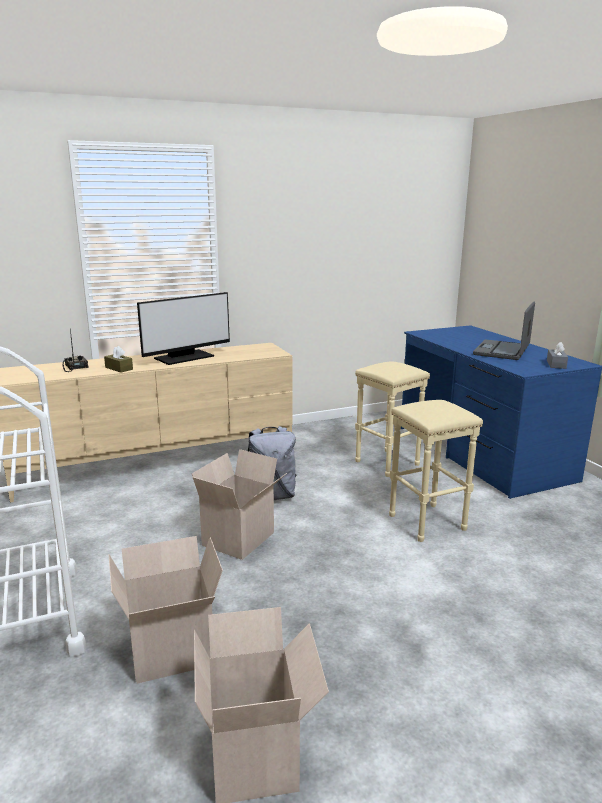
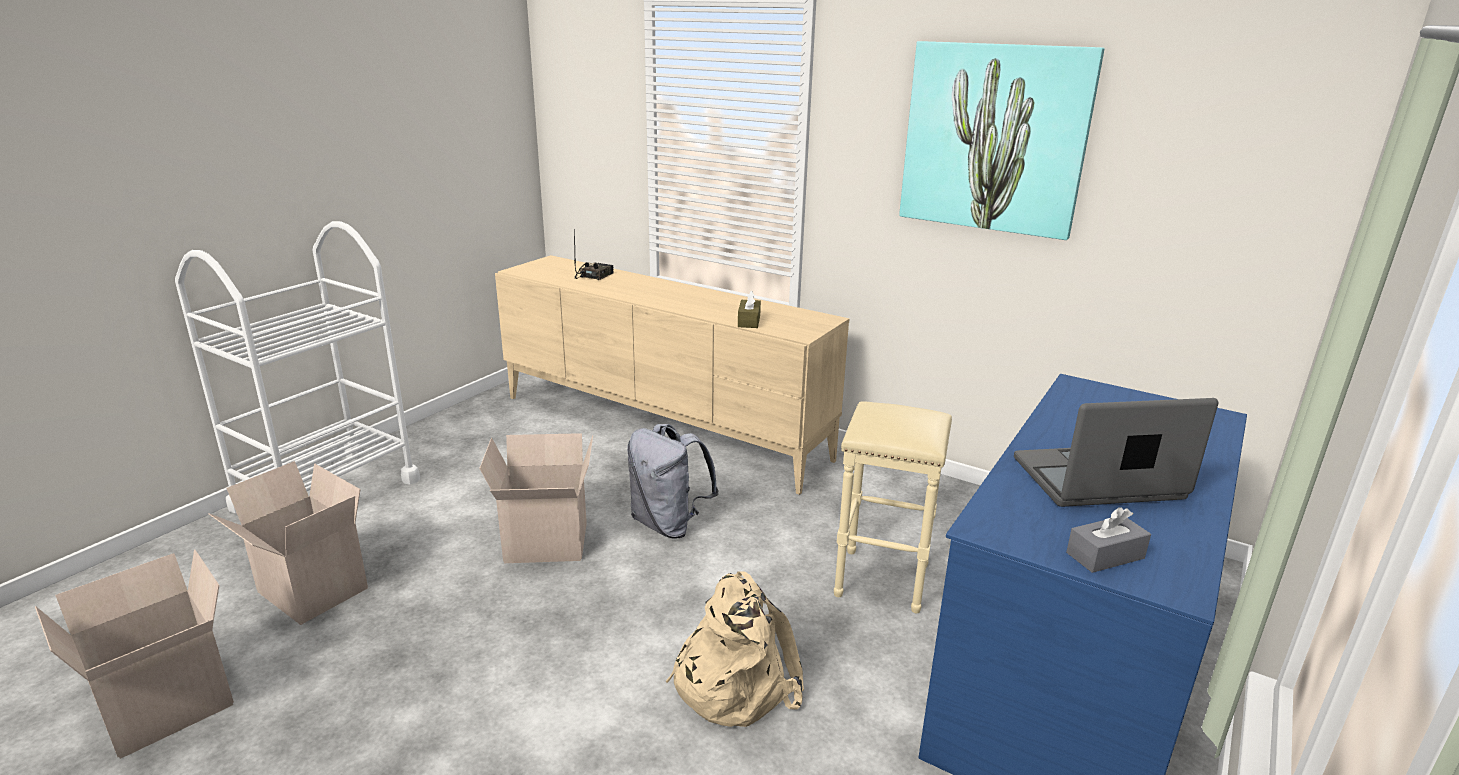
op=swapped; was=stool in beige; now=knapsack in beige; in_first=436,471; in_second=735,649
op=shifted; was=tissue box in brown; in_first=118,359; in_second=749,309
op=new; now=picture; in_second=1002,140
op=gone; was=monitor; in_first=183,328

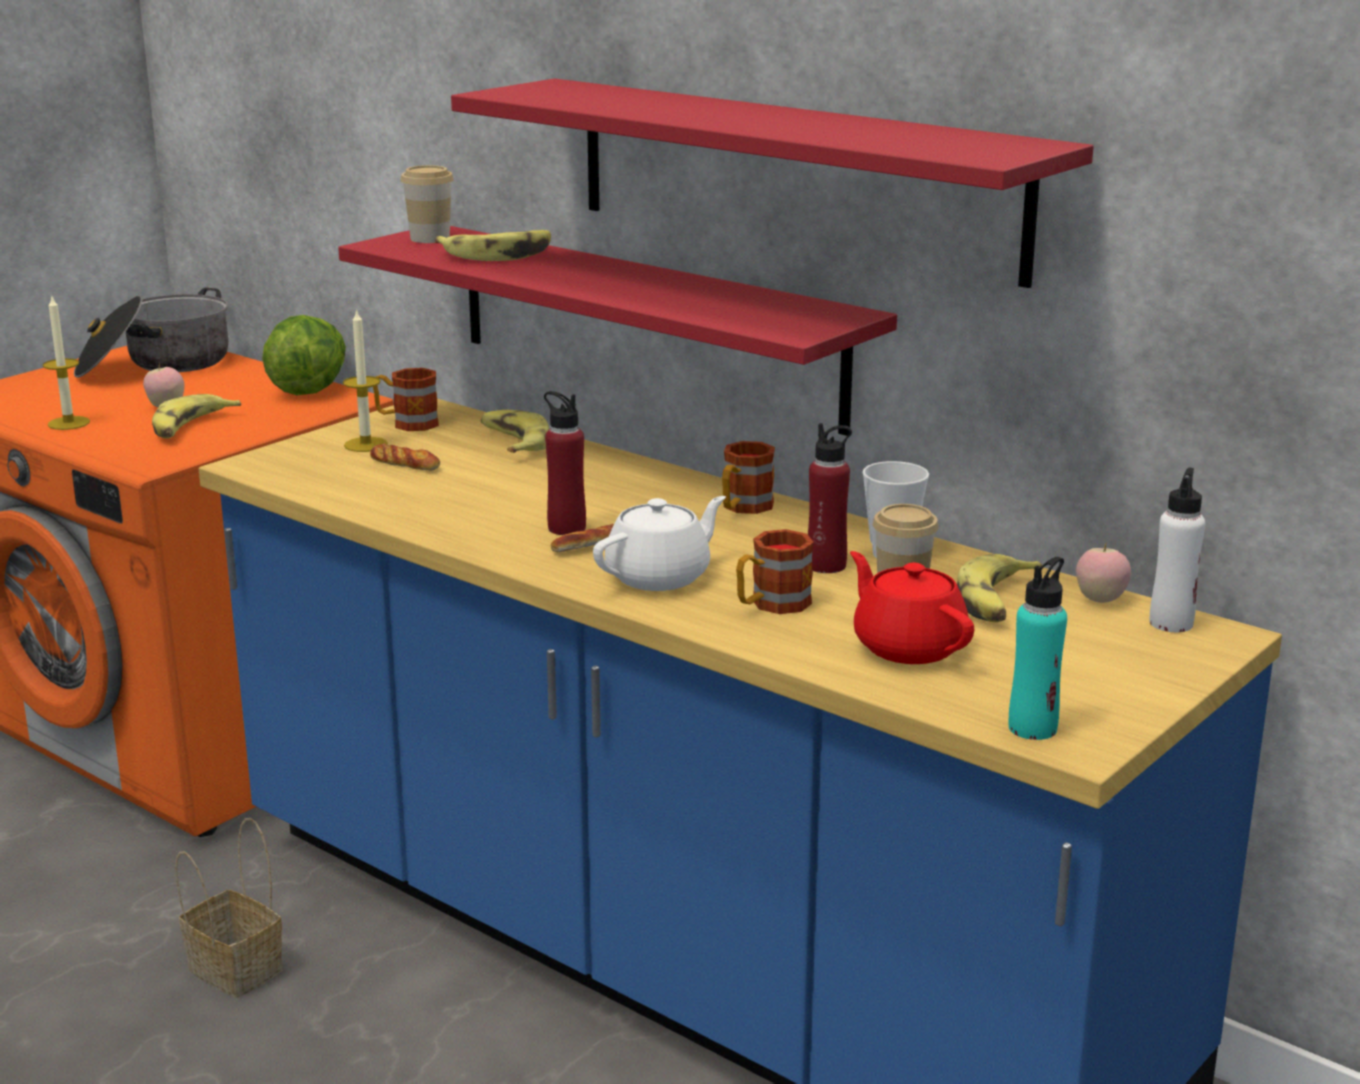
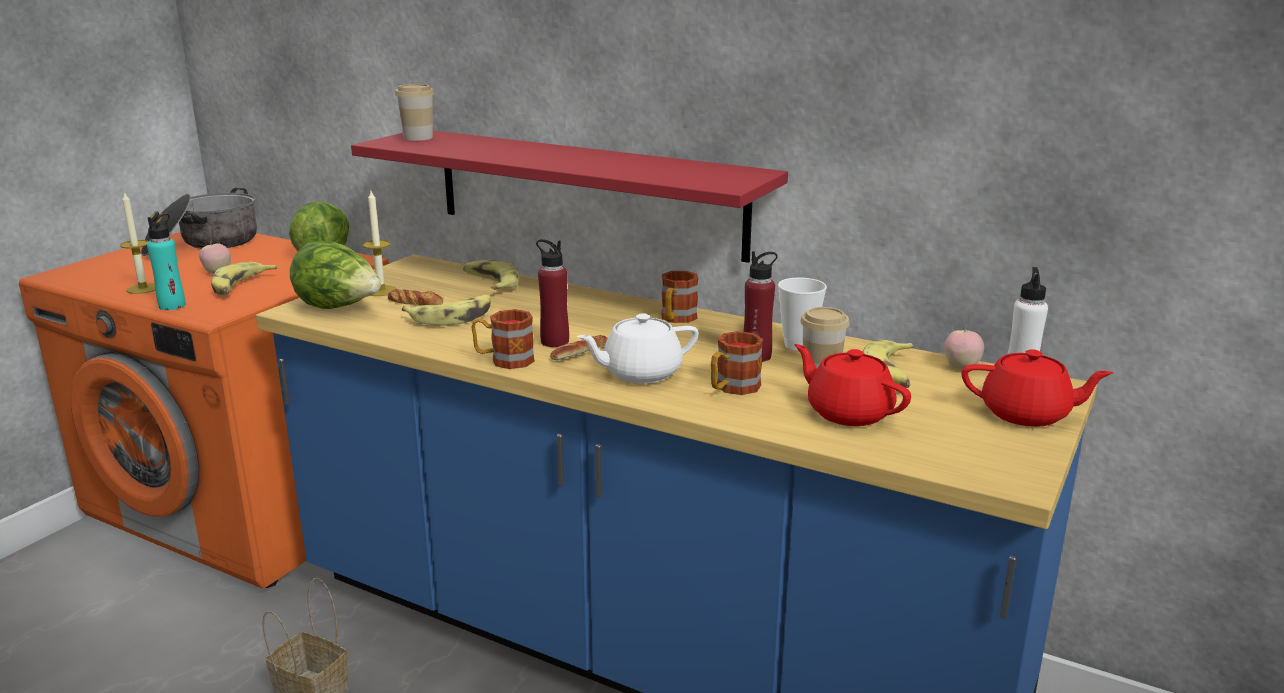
op=shifted; was=beverage bottle in turquoise-coloured; in_first=1038,648; in_second=166,261
op=new; now=lettuce; in_second=335,275
op=shifted; was=whole banana; in_first=493,245; in_second=446,310
op=shifted; was=mug; in_first=406,399; in_second=503,339
op=rotated; was=teapot in whitish; in_first=659,543; in_second=638,348; clockwise=-150
op=new; now=teapot in red-coloured; in_second=1037,388
op=gone; was=bracket shelf in red-coloured; in_first=772,183

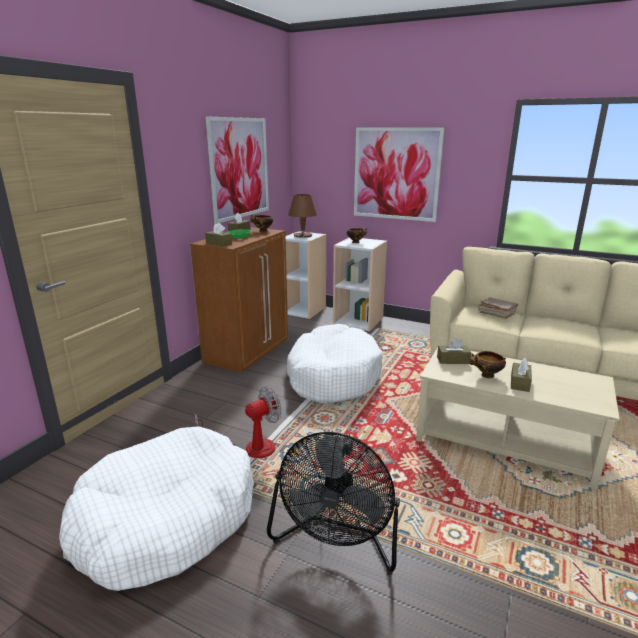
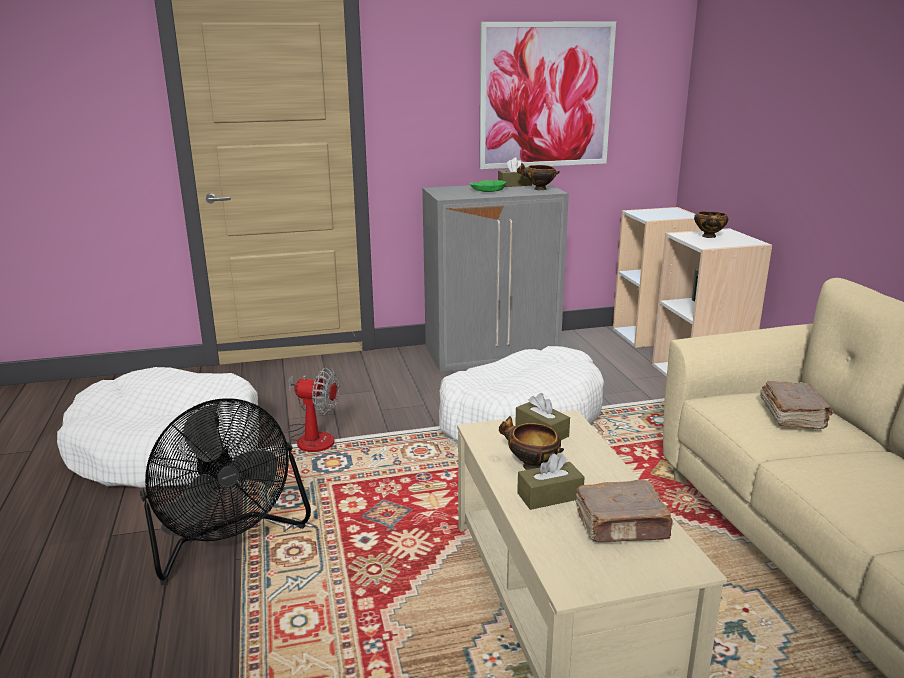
op=rotated; was=electric fan in black; in_first=333,503; in_second=225,491; clockwise=-105
op=repainted; was=cabinet in brown; now=cabinet in greyish; in_first=239,300; in_second=495,278
op=new; now=volume in brown; in_second=624,510
op=gone; was=tissue box in brown; in_first=218,235
op=gone; was=table lamp in brown; in_first=302,216
op=gone; was=picture; in_first=399,174

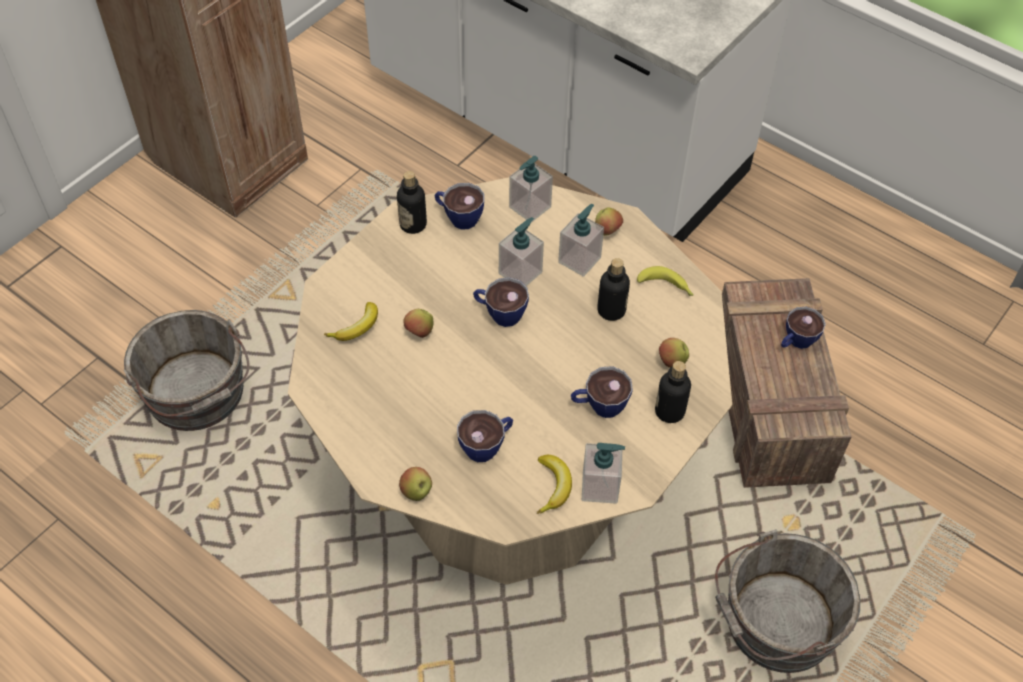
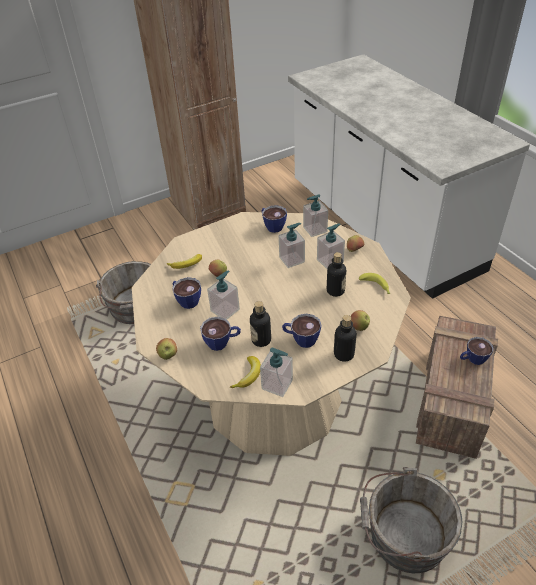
op=shifted; was=small cup; in_first=501,302; in_second=186,293
op=new; now=soap dispenser; in_second=223,295
op=shifted; was=beverage bottle; in_first=412,202; in_second=260,324

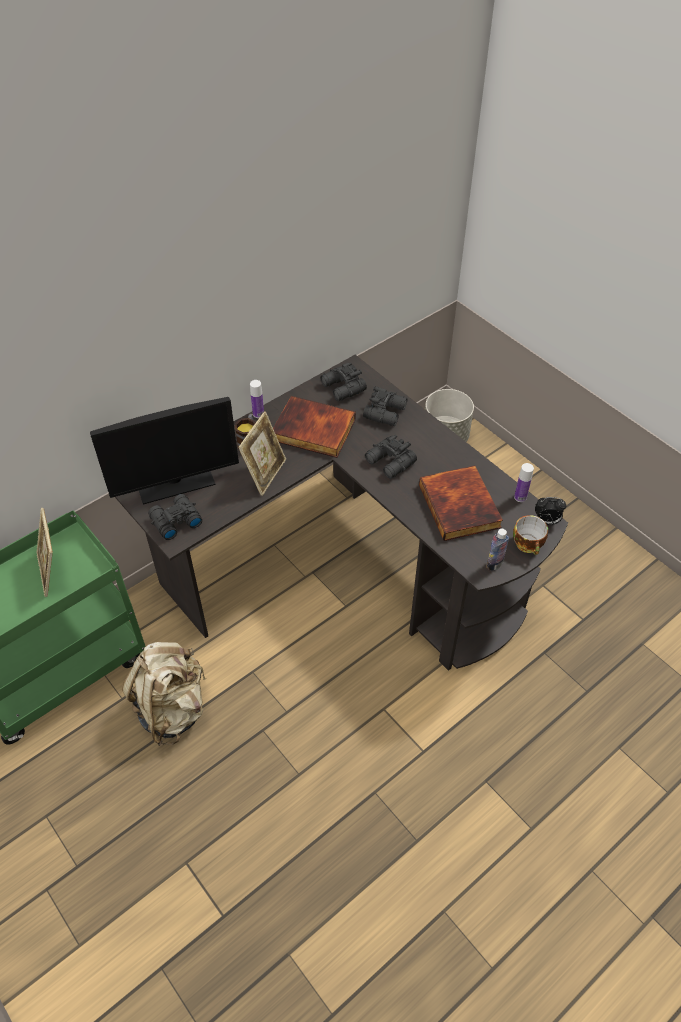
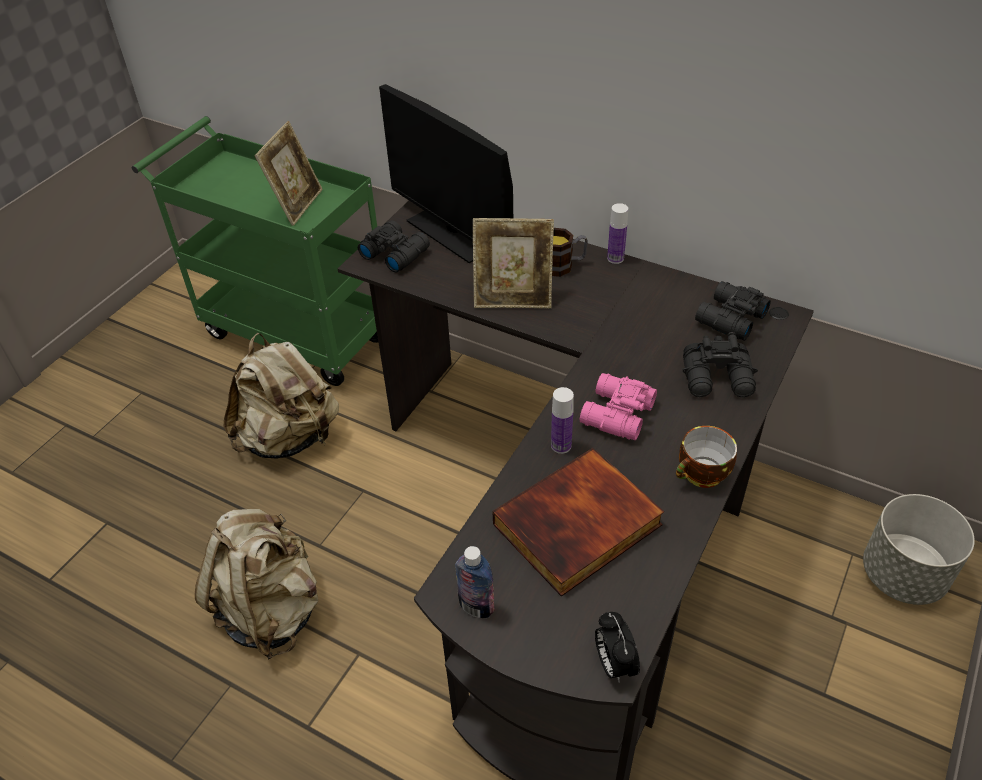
op=new; now=knapsack in beige; in_second=256,584
op=rotated; was=standing frame; in_first=44,552; in_second=289,173; clockwise=150
op=shifted; was=beverage bottle; in_first=524,482; in_second=562,420
op=repainted; was=field glasses in black; now=field glasses in pink; in_first=391,457; in_second=618,406
op=shifted; was=small cup; in_first=530,535; in_second=706,457
op=gone; was=volume; in_first=314,427

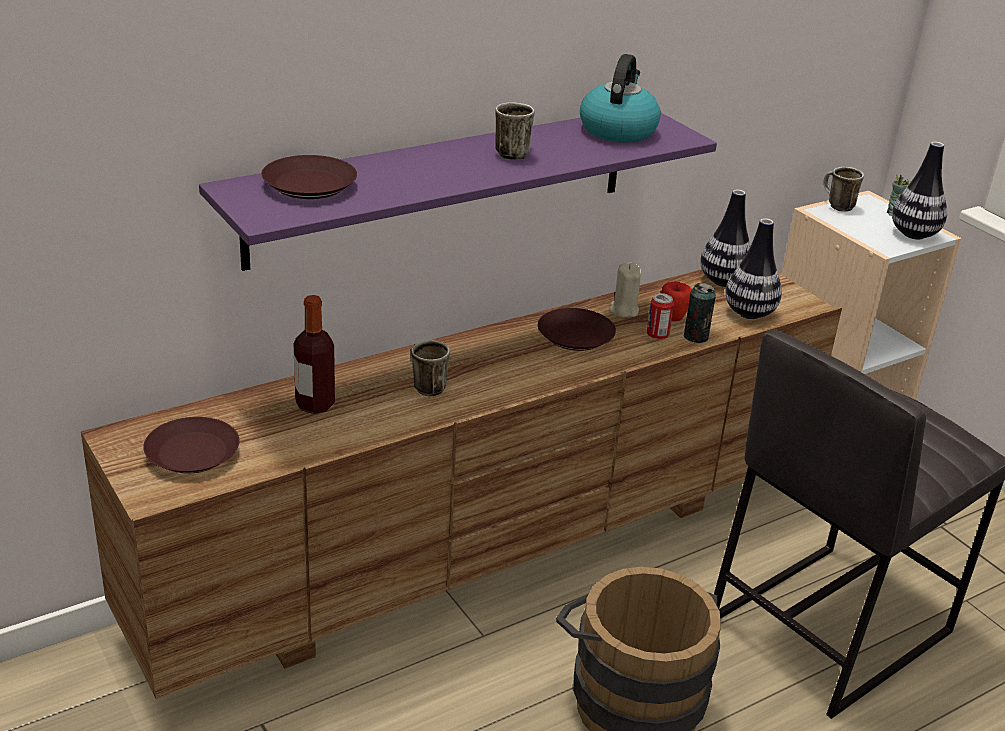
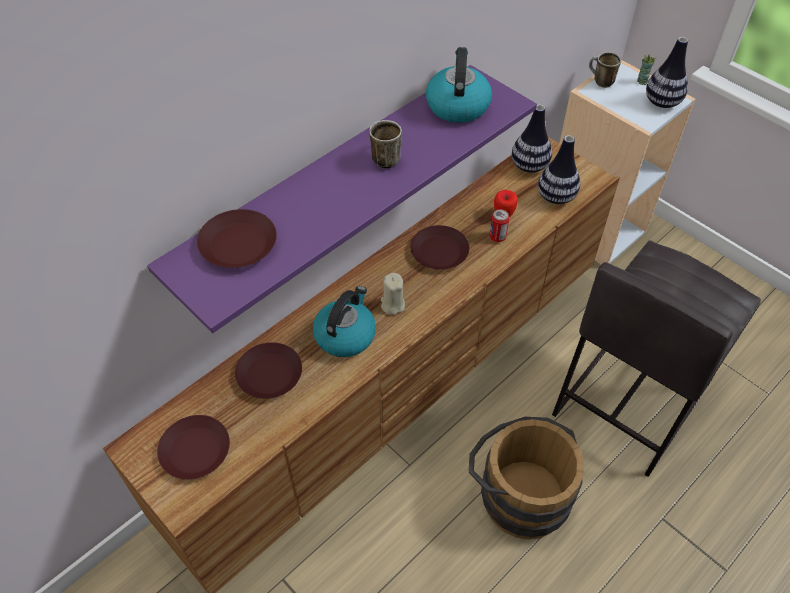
op=swapped; was=beverage bottle; now=plate in brown; in_first=314,354; in_second=268,370
op=swapped; was=mug; now=kettle; in_first=430,368; in_second=344,321
op=shifted; was=wax light in beige; in_first=625,290; in_second=393,294
op=gone; was=sealed can; in_first=700,313

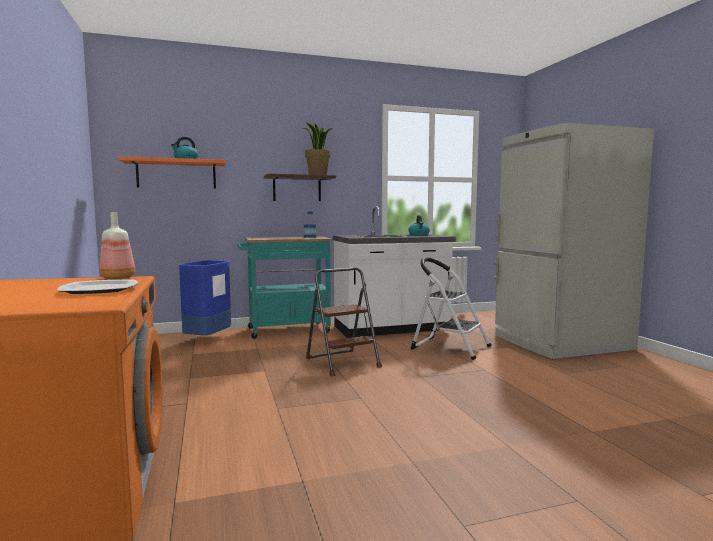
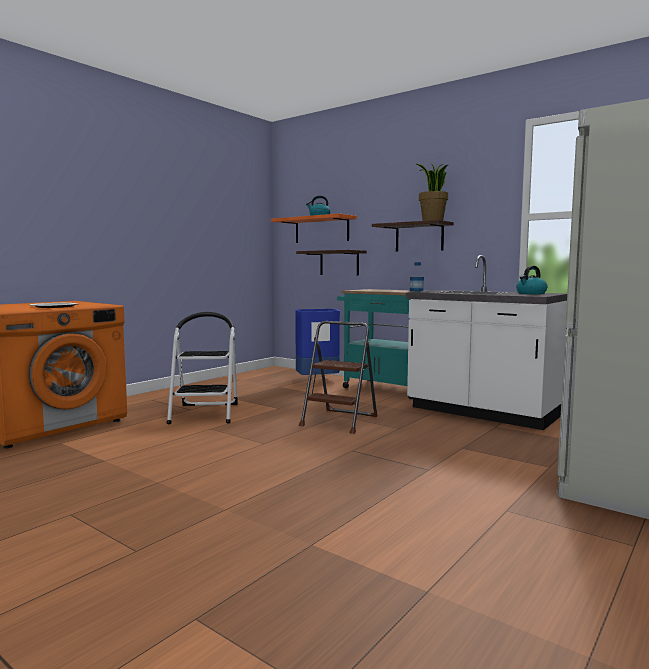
op=shifted; was=stepladder; in_first=451,308; in_second=202,368
op=new; now=bracket shelf; in_second=331,262
op=gone; was=beverage bottle; in_first=117,245

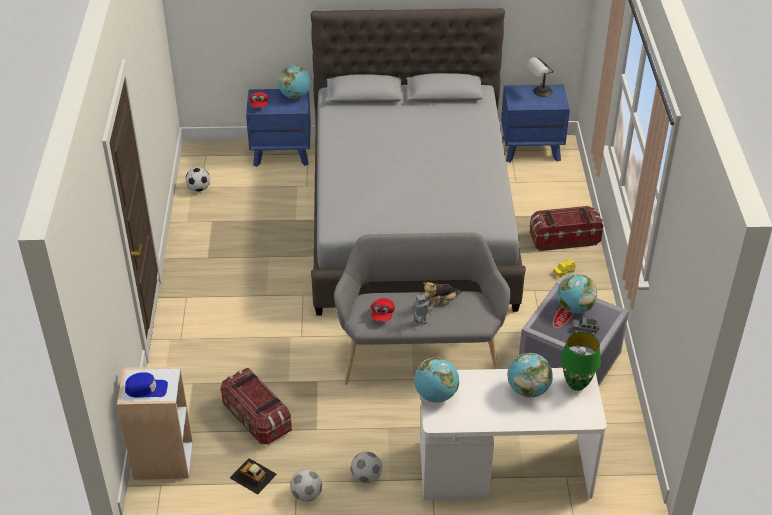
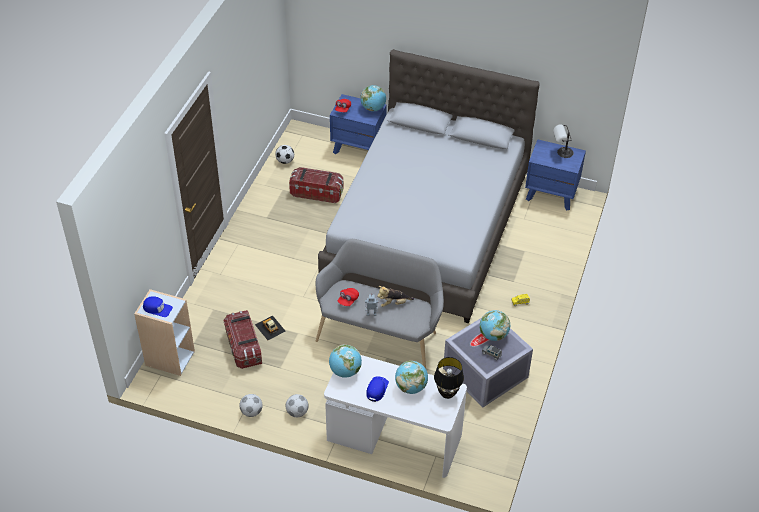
op=shifted; was=model car; in_first=253,476; in_second=270,328
op=shifted; was=storage container; in_first=567,228; in_second=316,185
op=new; now=peaked cap in bluish; in_second=377,389
op=repainted; was=table lamp in green; now=table lamp in black; in_first=580,361; in_second=449,378

